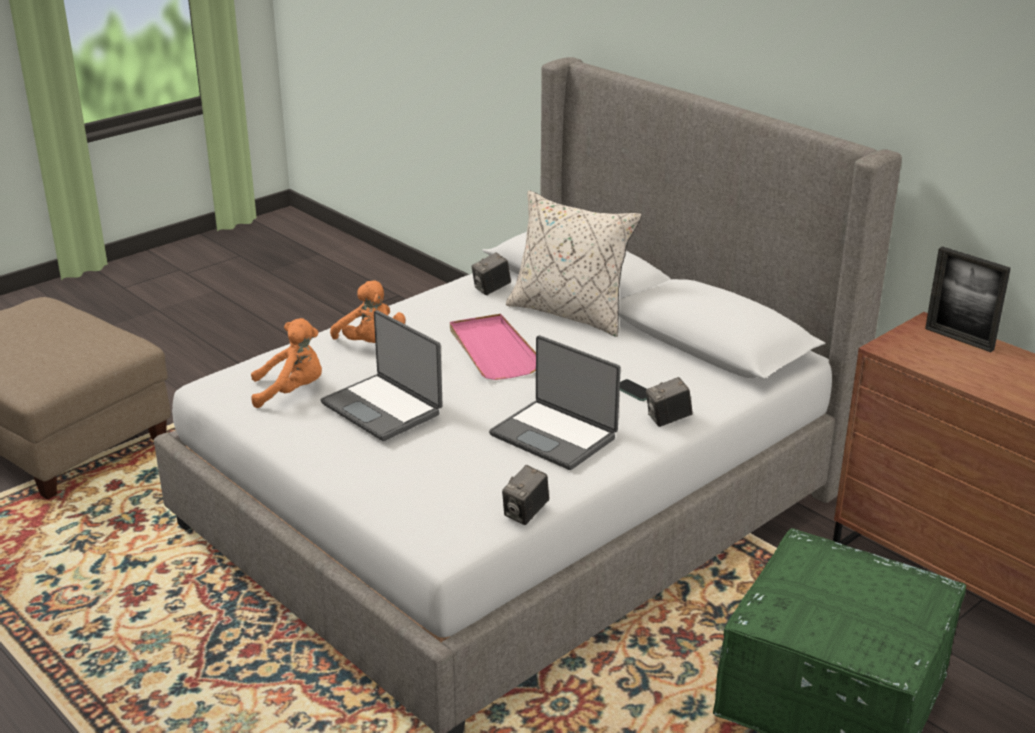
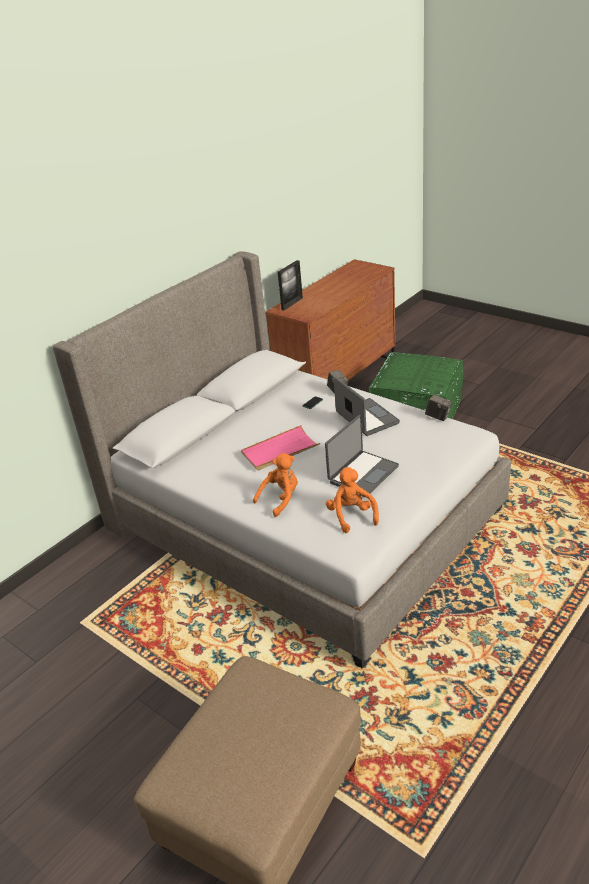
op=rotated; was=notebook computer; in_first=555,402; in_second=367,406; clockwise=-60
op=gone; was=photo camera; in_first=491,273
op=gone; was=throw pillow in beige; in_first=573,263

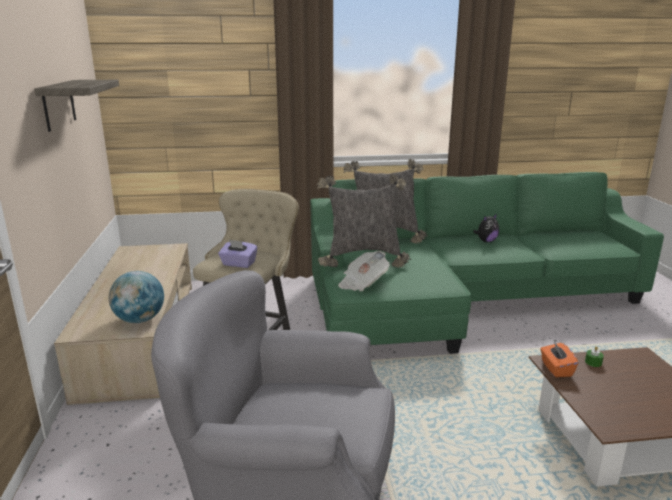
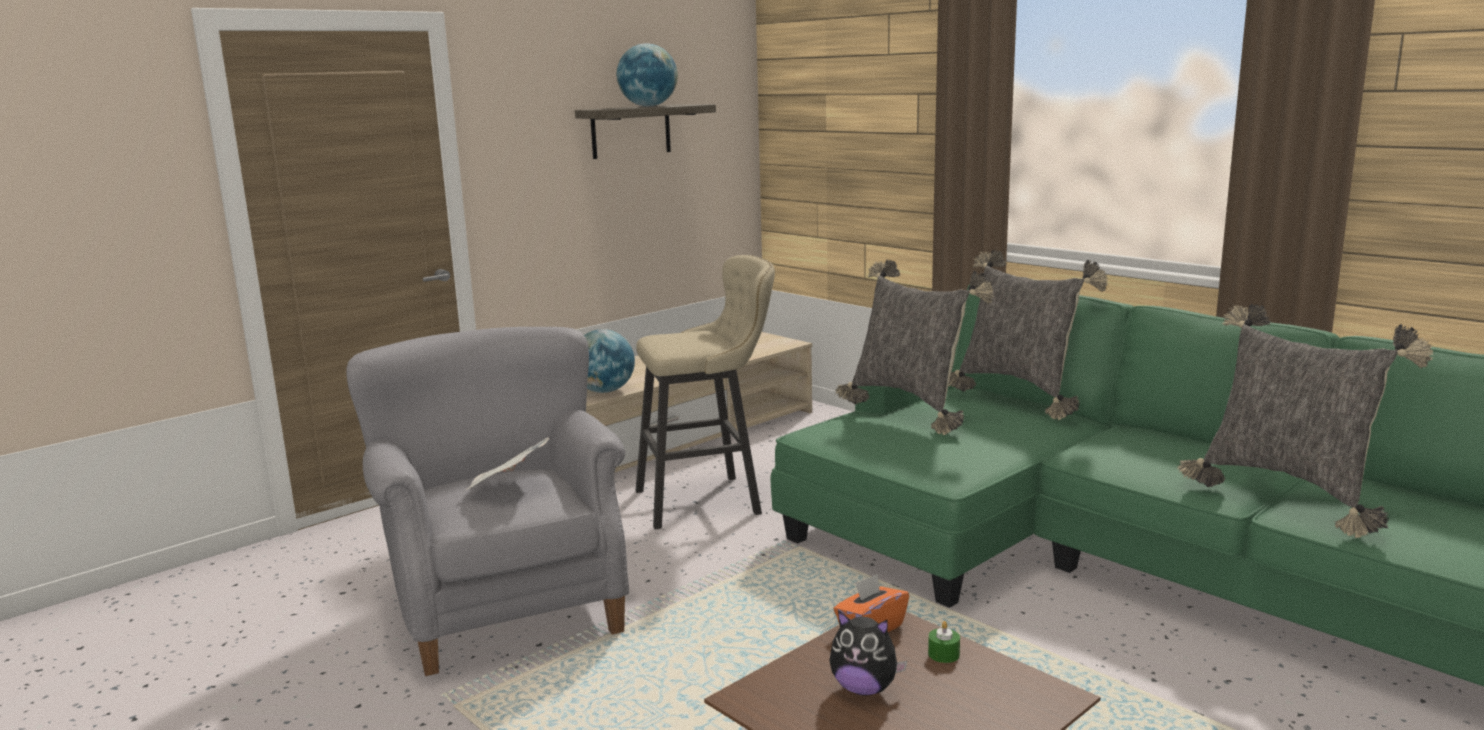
op=shifted; was=daily paper; in_first=363,271; in_second=506,464
op=new; now=globe; in_second=647,75
op=shifted; was=cuddly toy; in_first=486,228; in_second=868,653
op=new; now=throw pillow; in_second=1305,421
op=gone; was=tissue box in purple-coloured; in_first=238,254

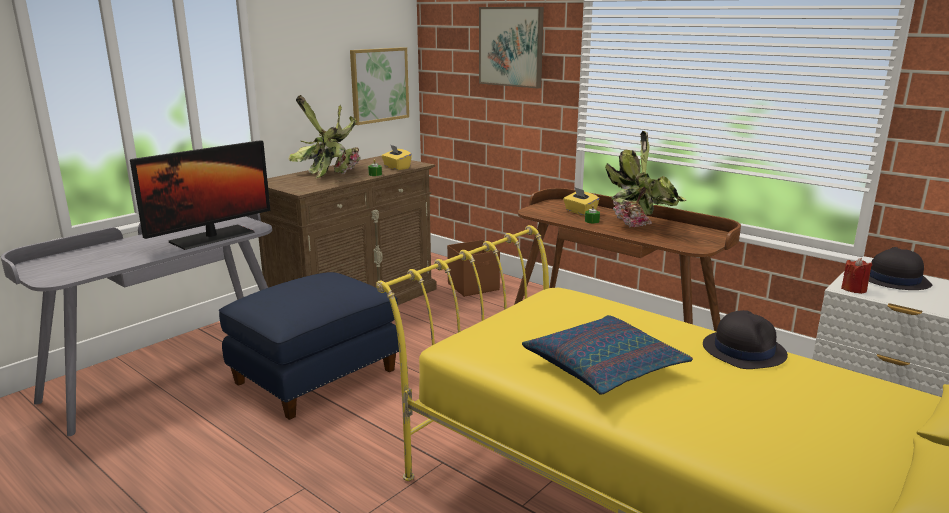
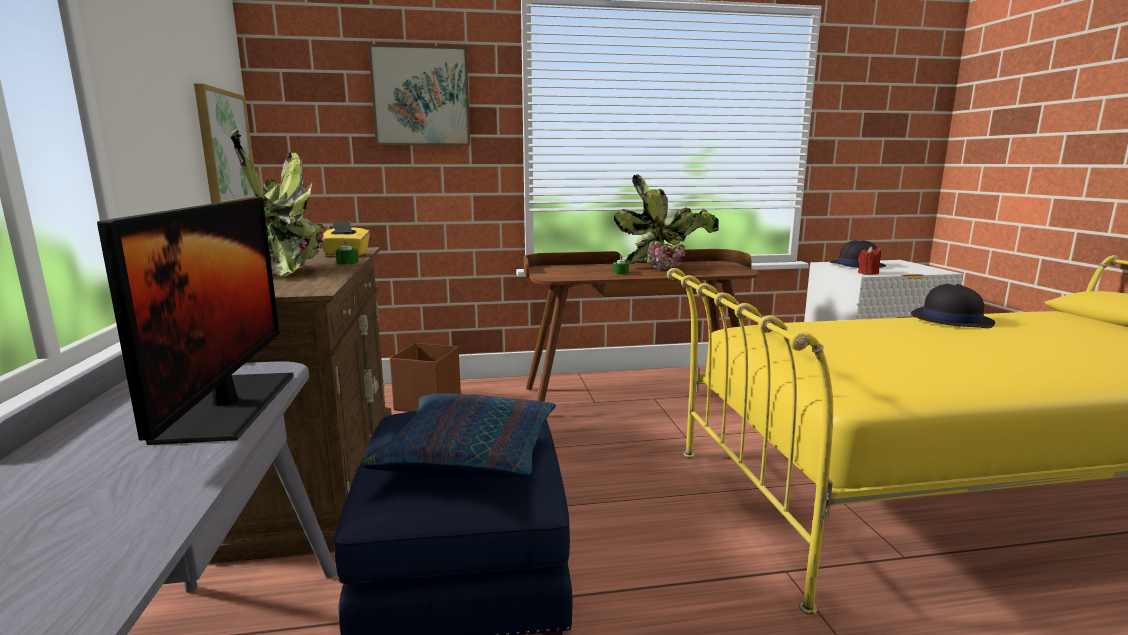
op=shifted; was=throw pillow in bluish; in_first=607,355; in_second=458,435
op=gone; was=tissue box in yellow-coloured; in_first=581,202

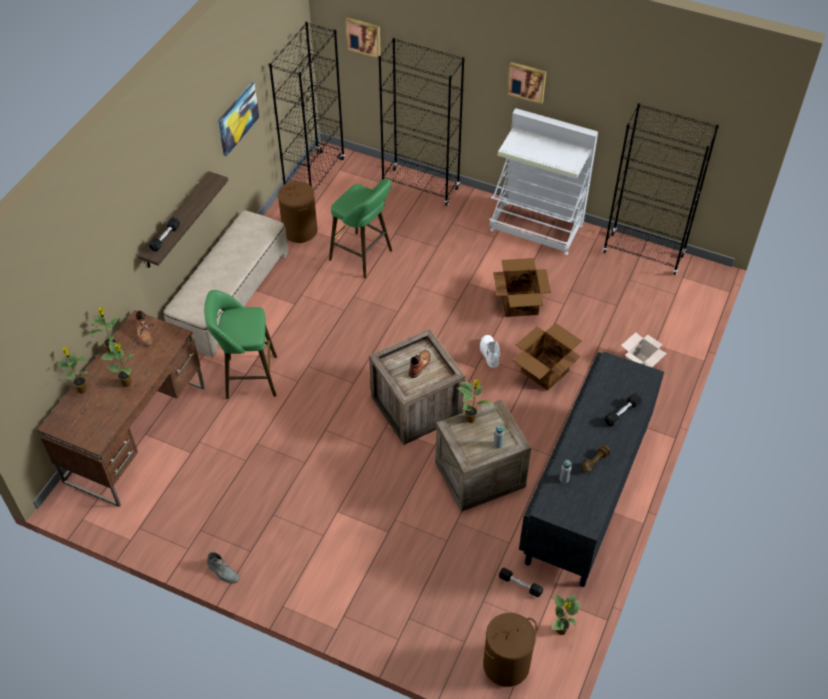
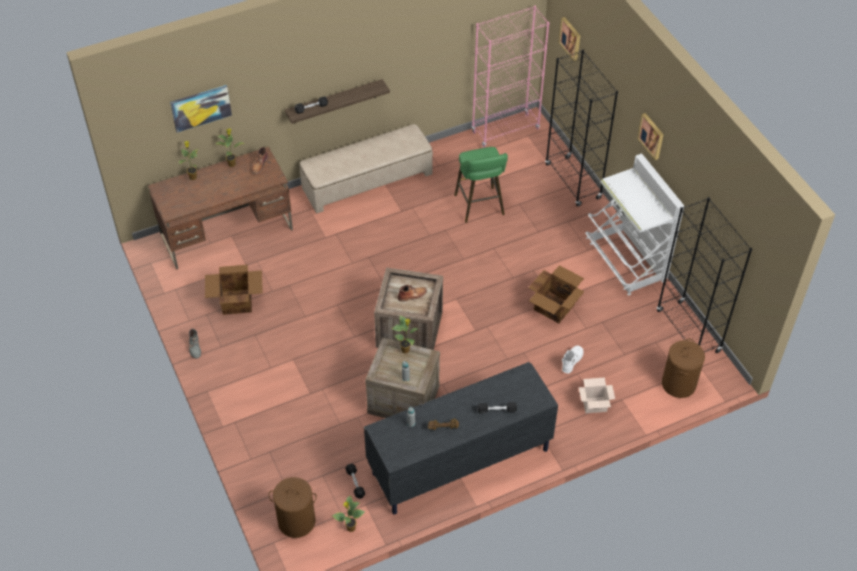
op=shifted; was=picture; in_first=238,119; in_second=201,109
op=shifted; was=packing box; in_first=547,357; in_second=234,290
op=repainted; was=bookshelf in black; now=bookshelf in pink; in_first=307,106; in_second=510,77
op=shifted; was=boot in whitish; in_first=490,351; in_second=573,360
op=shifted; was=hamper in brown; in_first=297,212; in_second=683,368
op=gone; was=potted plant; in_first=117,364
op=gone; was=stool in green; in_first=240,344

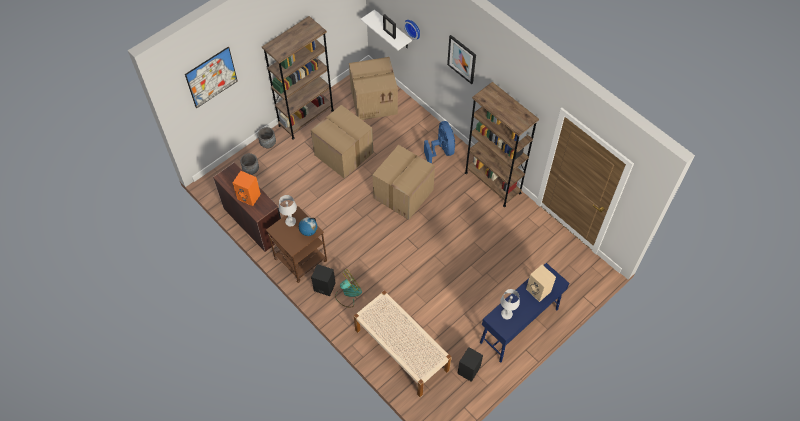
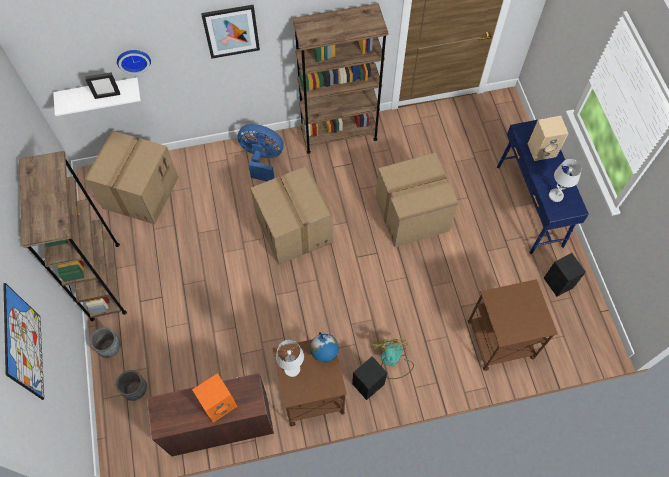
op=shifted; was=packing box; in_first=342,142; in_second=416,200
op=swapped; was=indoor bench in beige; now=cart in brown; in_first=402,344; in_second=512,325

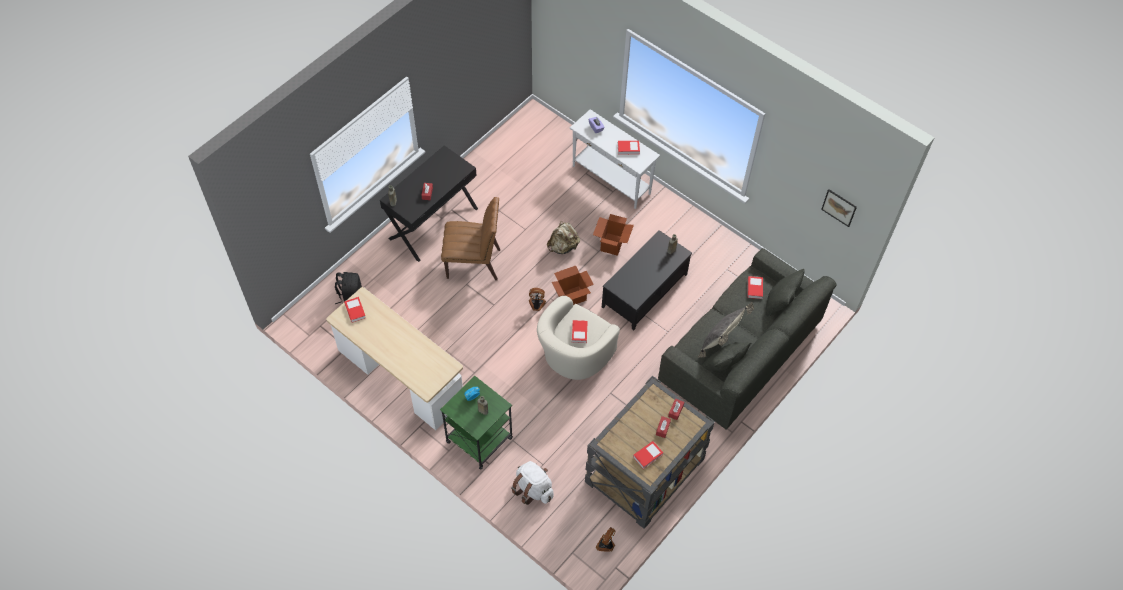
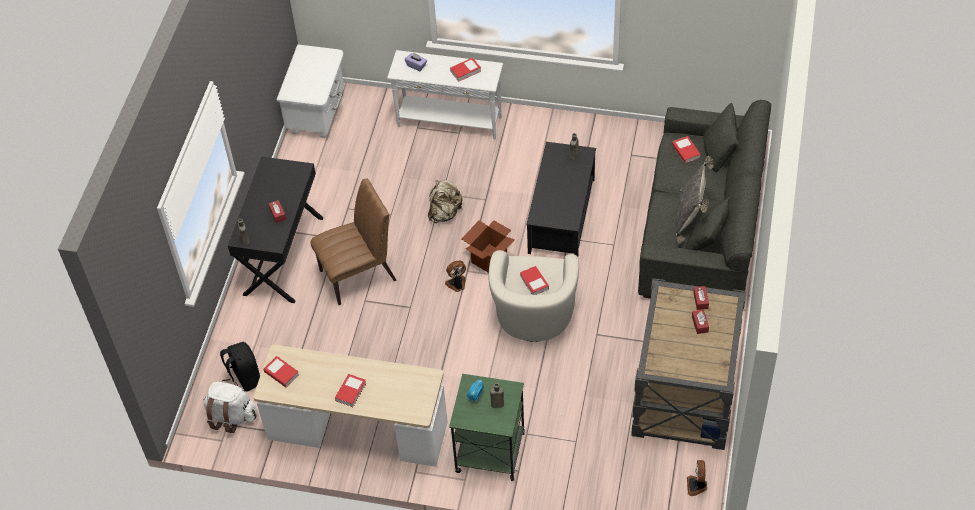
op=shifted; was=knapsack in whitish; in_first=532,483; in_second=230,407
op=new; now=night table in whitish; in_second=310,91
op=shifted; was=volume; in_first=648,455; in_second=350,390
op=gone; was=packing box; in_first=613,235
op=gone; was=picture; in_first=839,208

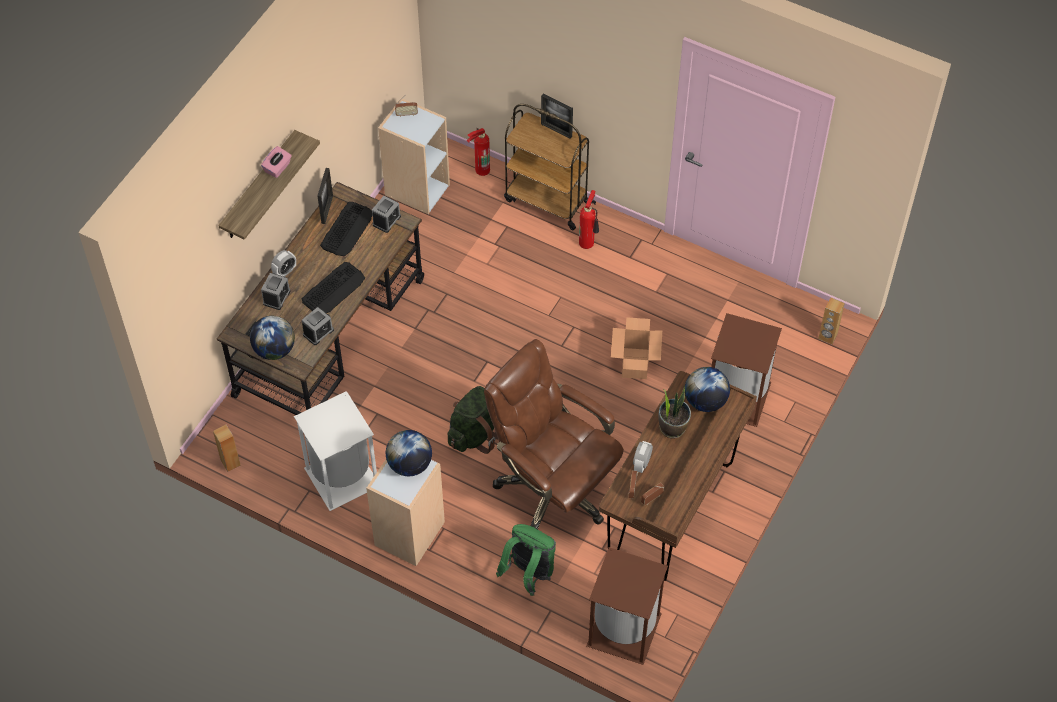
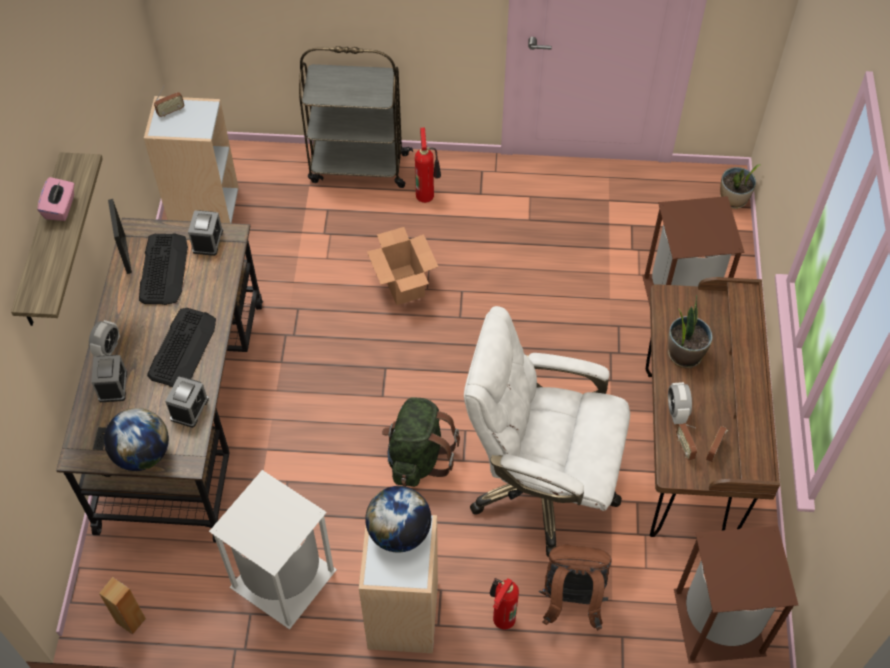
op=repainted; was=cart in brown; now=cart in greyish; in_first=550,167; in_second=356,117
op=shifted; was=packing box; in_first=636,348; in_second=402,266
op=repainted; was=computer chair in brown; now=computer chair in whitish; in_first=554,434; in_second=547,431
op=shifted; was=fire extinguisher; in_first=478,152; in_second=504,604
op=repainted; was=knapsack in green; now=knapsack in brown; in_first=526,560; in_second=575,587
op=swapped; was=audio speaker in brown; now=potted plant; in_first=831,321; in_second=740,186
op=gone; was=standing frame; in_first=557,116
op=gone; was=globe; in_first=707,389

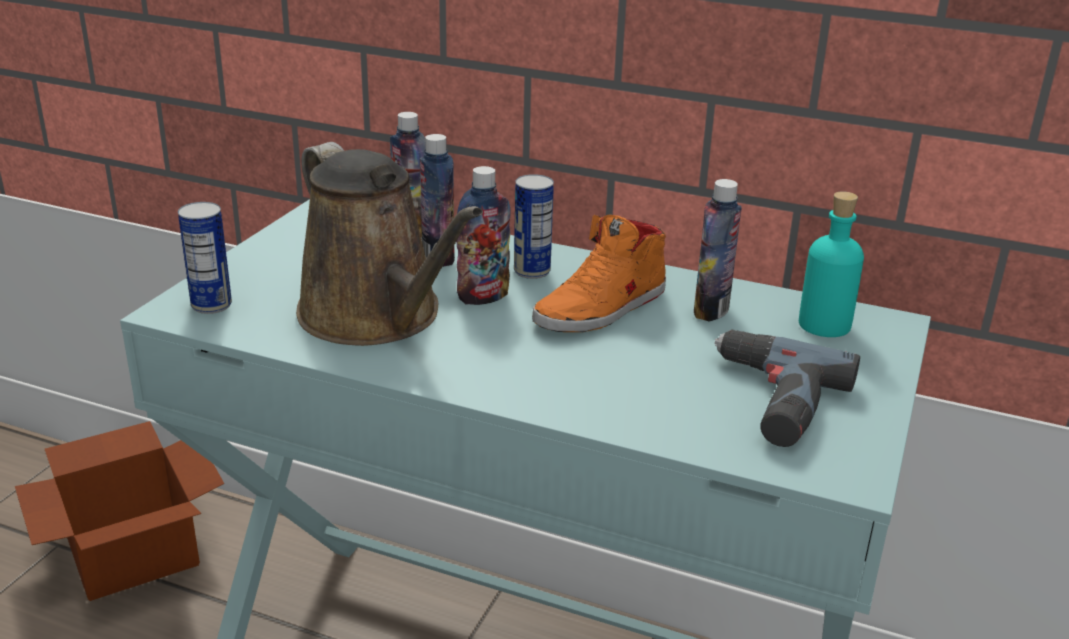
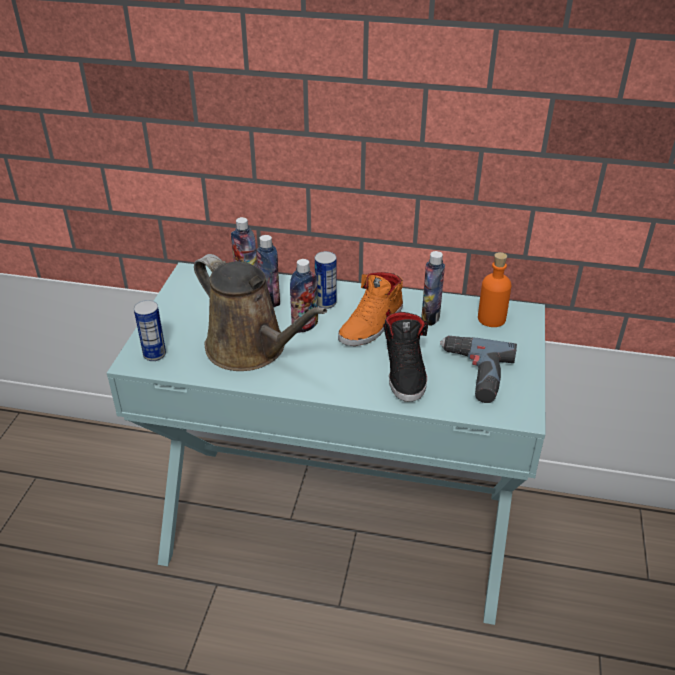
op=new; now=item of footwear in black; in_second=406,357
op=repainted; was=beverage bottle in turquoise-coloured; now=beverage bottle in orangey; in_first=831,264; in_second=494,289
op=gone; was=packing box; in_first=119,511

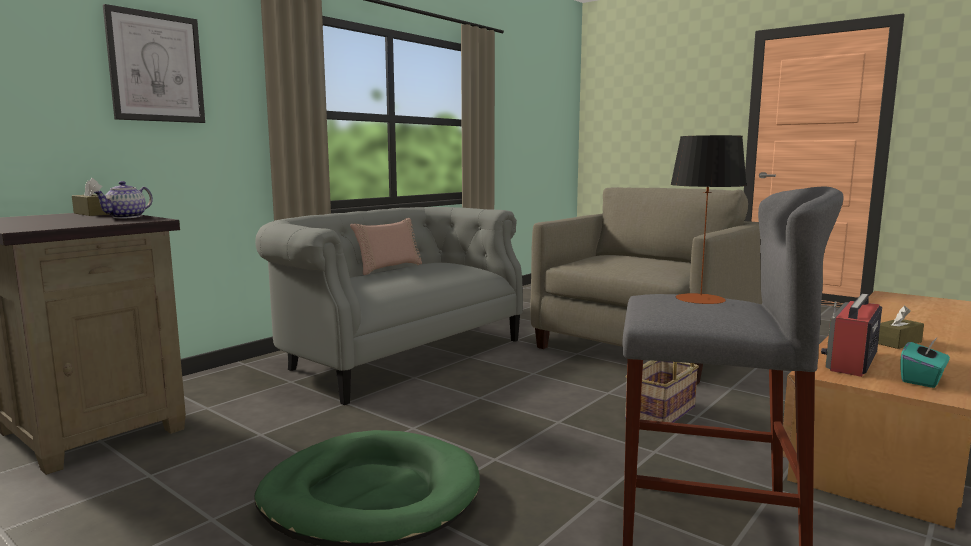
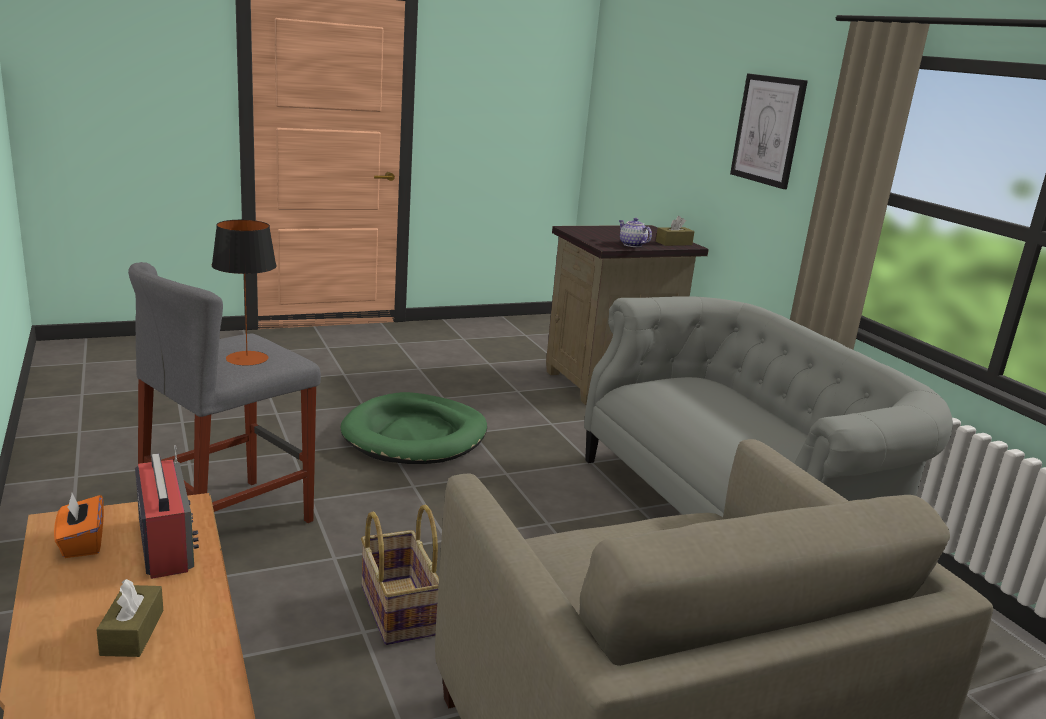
op=repainted; was=tissue box in turquoise-coloured; now=tissue box in orangey; in_first=925,362; in_second=79,525
op=gone; was=throw pillow in beige; in_first=386,246

